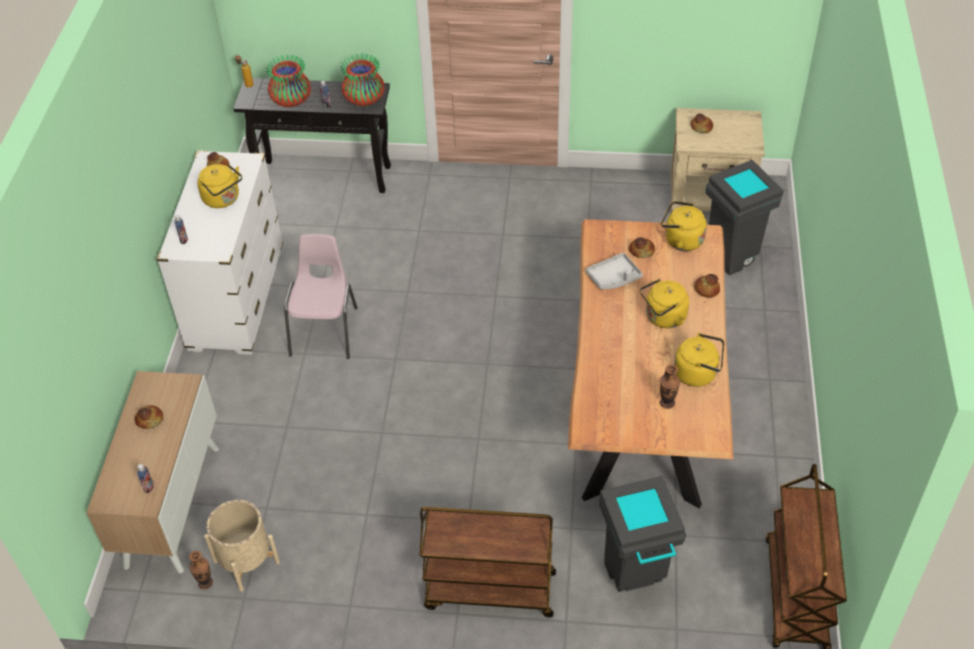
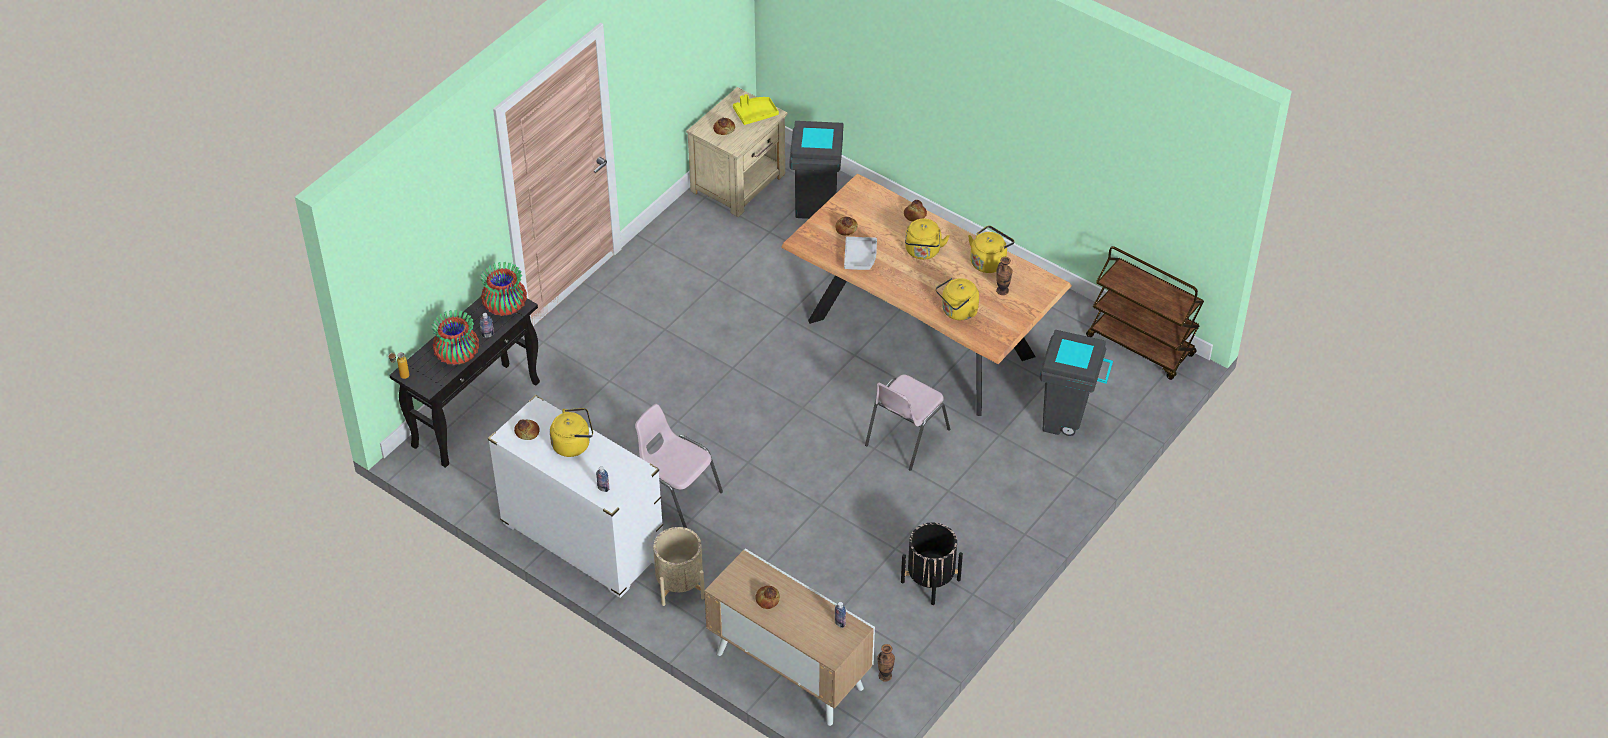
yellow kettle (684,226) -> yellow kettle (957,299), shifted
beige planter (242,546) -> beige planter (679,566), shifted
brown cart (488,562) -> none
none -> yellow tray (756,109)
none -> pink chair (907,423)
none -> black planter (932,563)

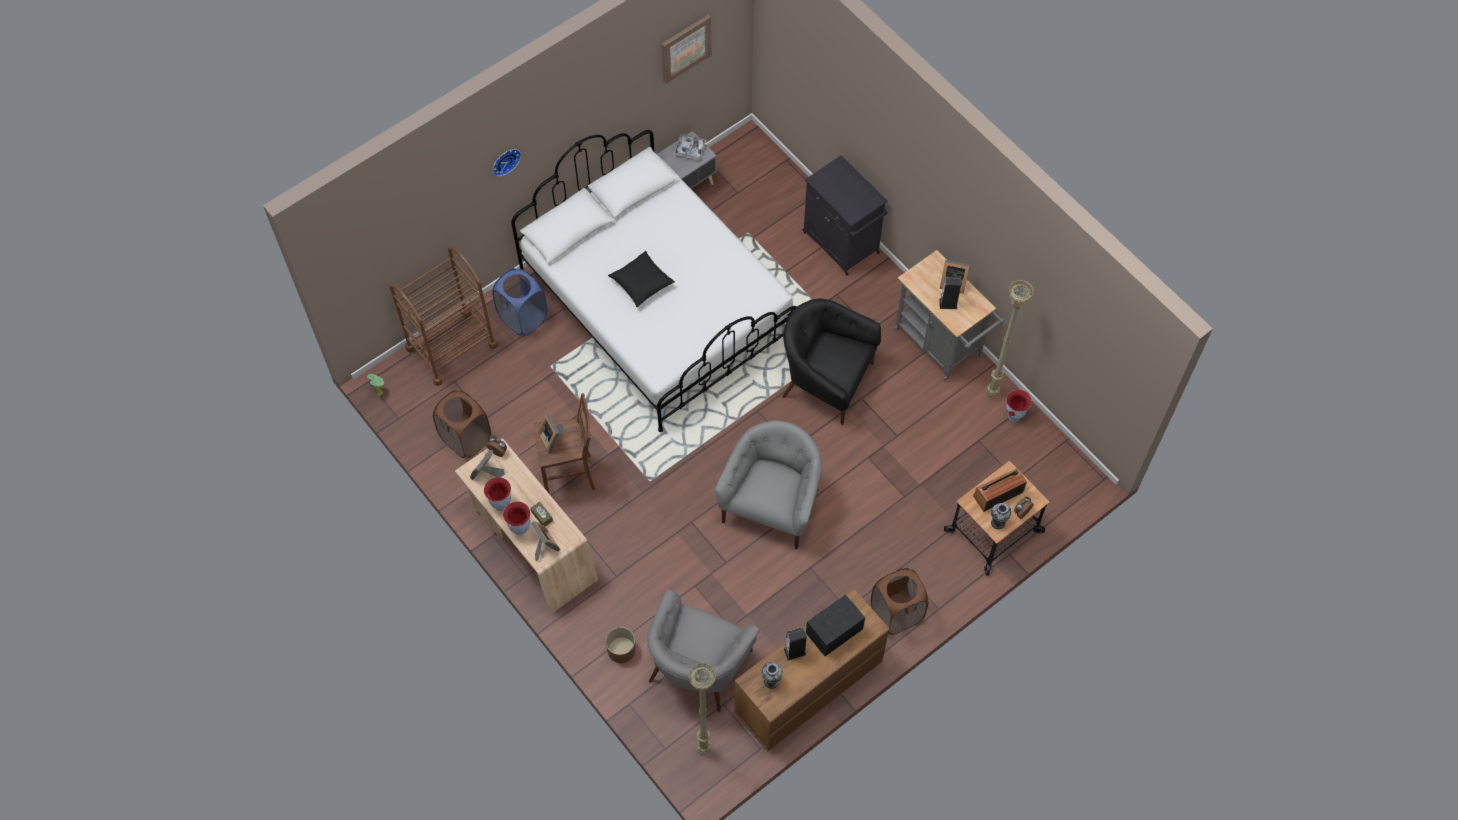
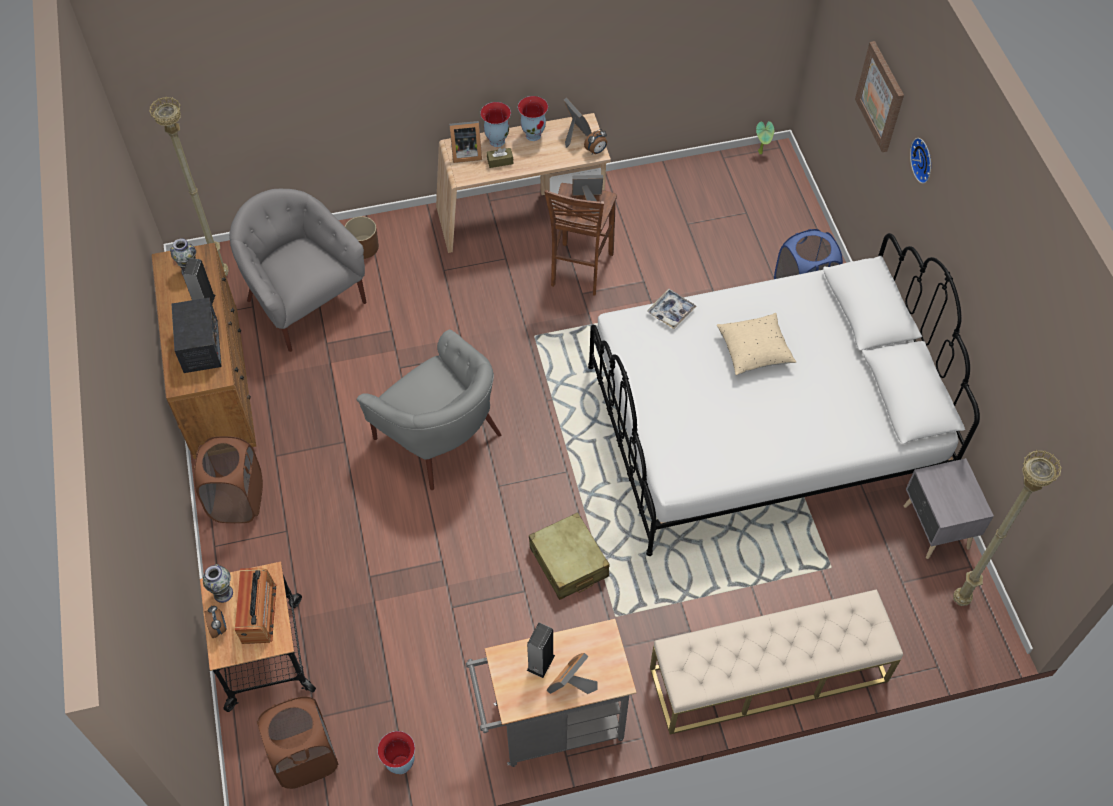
picture (686,49) -> picture (879,96), shifted
tray (690,147) -> tray (672,309), shifted
black cabinet (845,215) -> beige bench (776,662)
brown cart (443,316) -> none
black pillow (641,278) -> beige pillow (756,344)
beige floor lamp (1010,337) -> beige floor lamp (1007,528), shifted
black armchair (831,361) -> beige suitcase (569,556)
brown laundry basket (462,424) -> brown laundry basket (298,742), shifted

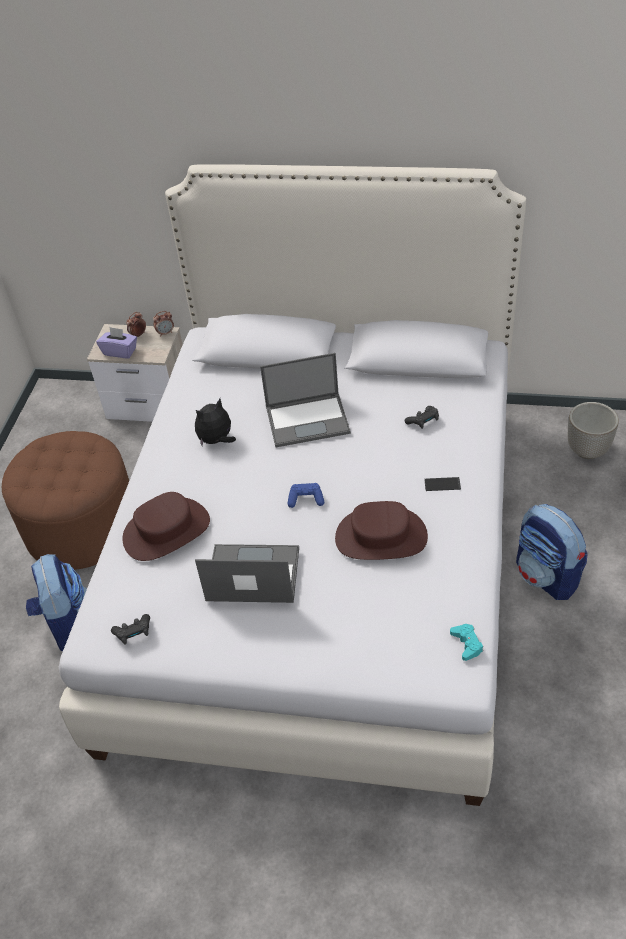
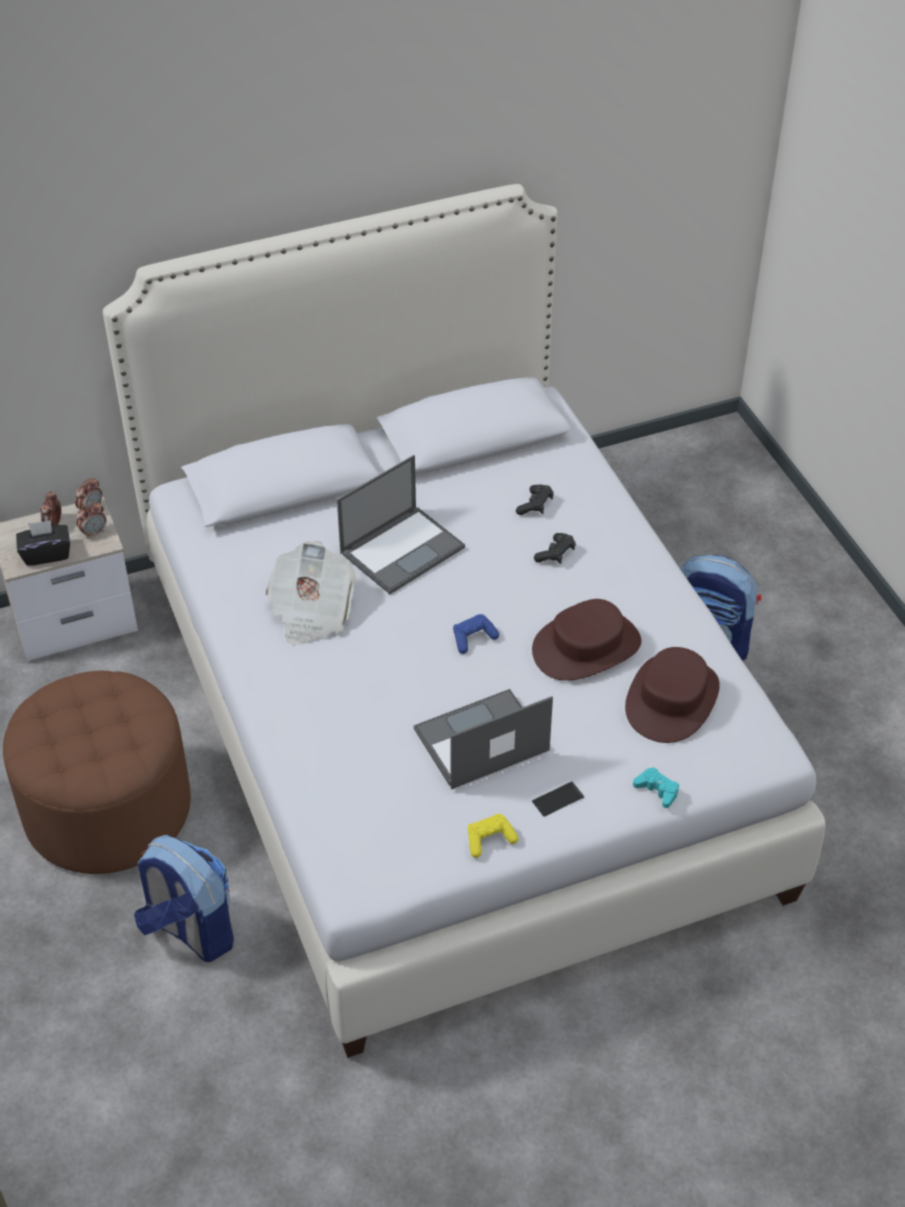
purple tissue box (116,343) -> black tissue box (43,543)
plush toy (215,422) -> newspaper (311,593)
planter (593,430) -> none
phone (442,484) -> phone (558,799), shifted
brown hat (166,526) -> brown hat (672,695), shifted
black game controller (130,629) -> black game controller (555,548), shifted
turquoise game controller (466,642) -> turquoise game controller (656,787), shifted
none -> alarm clock (91,520)
none -> yellow game controller (493,836)

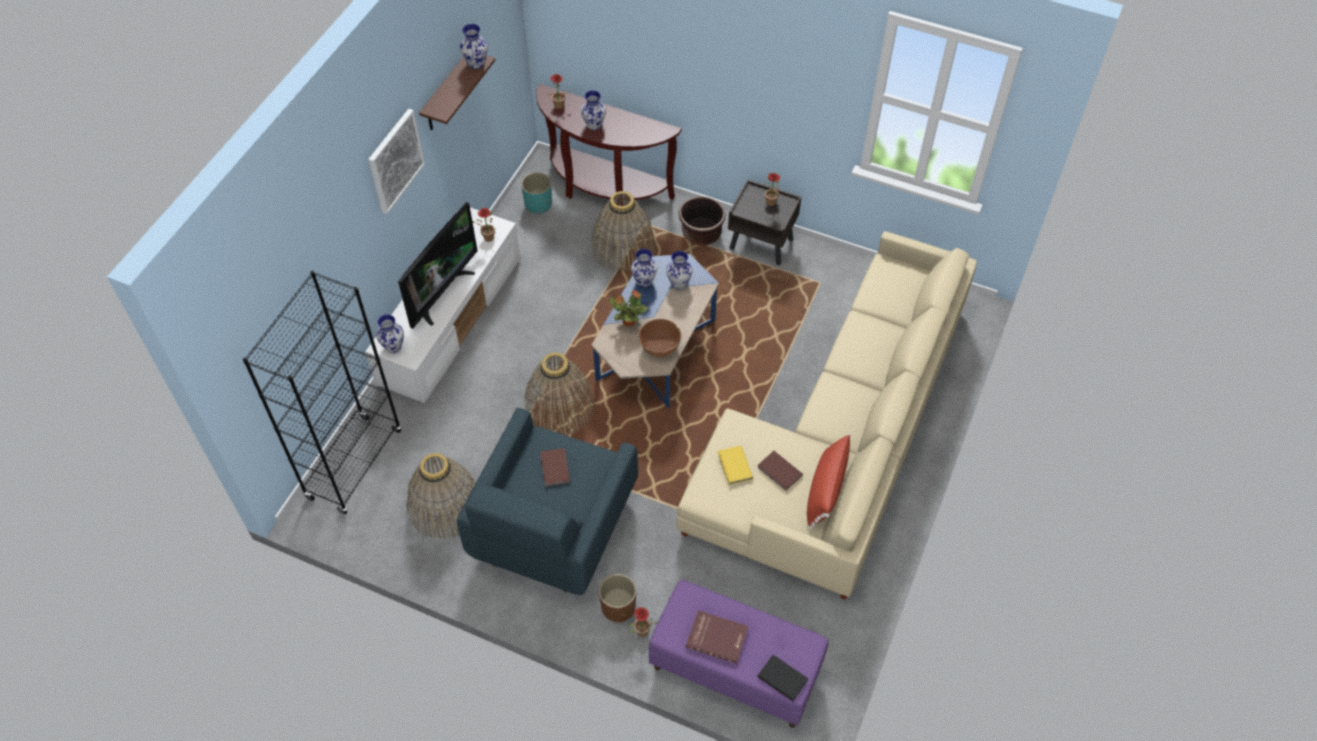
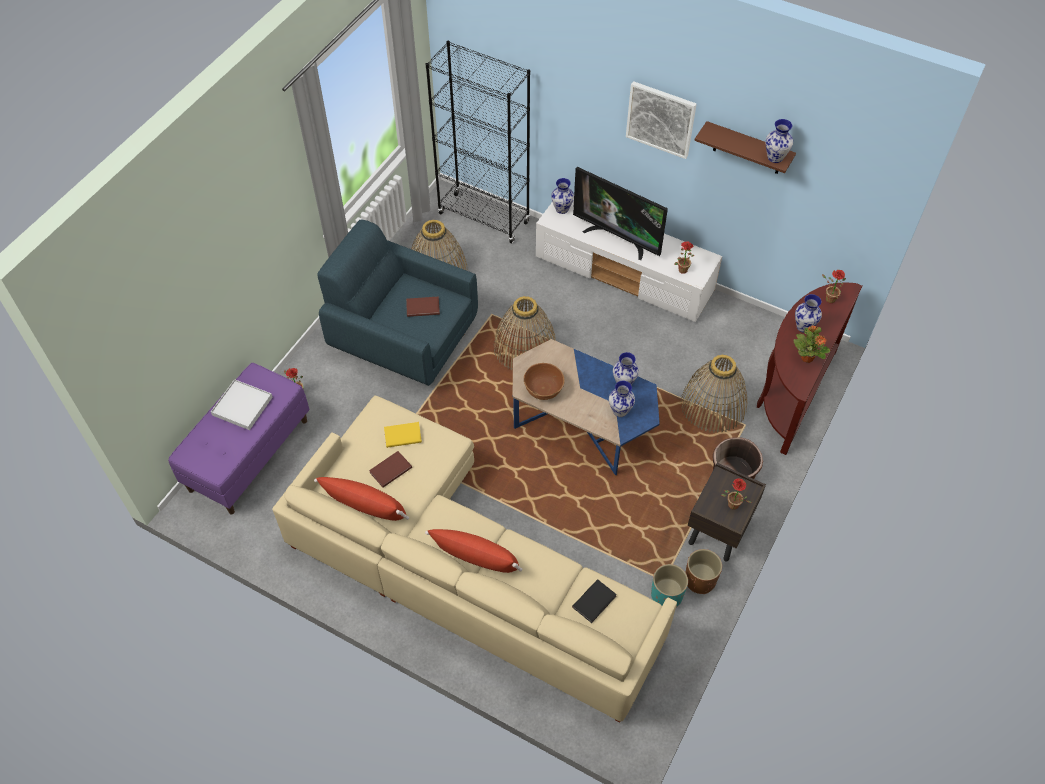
turquoise planter (536,193) -> turquoise planter (669,585), shifted
potted plant (629,308) -> potted plant (812,344), shifted
brown planter (617,598) -> brown planter (703,571), shifted
red book (717,637) -> white tray (242,404)
black book (782,678) -> black book (594,601), shifted
none -> red pillow (473,551)

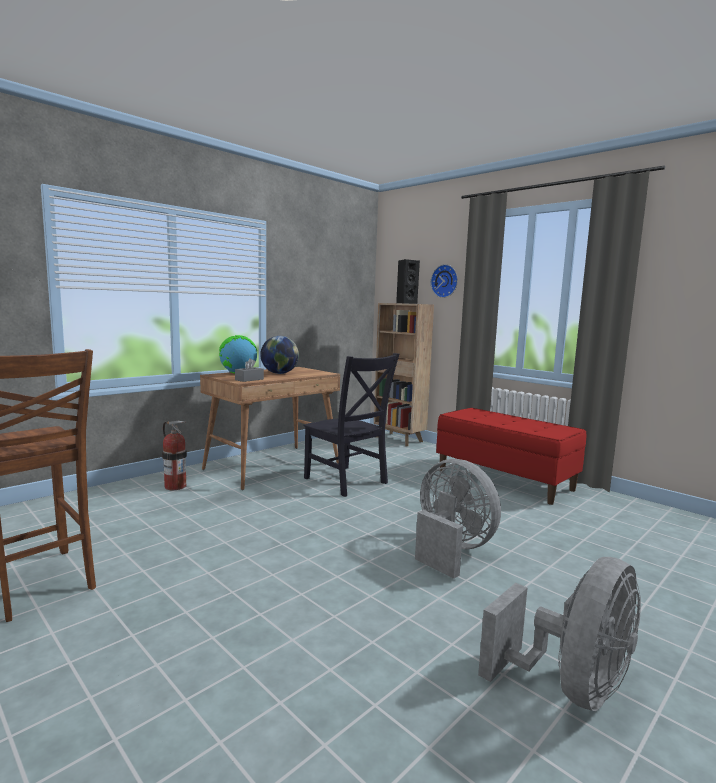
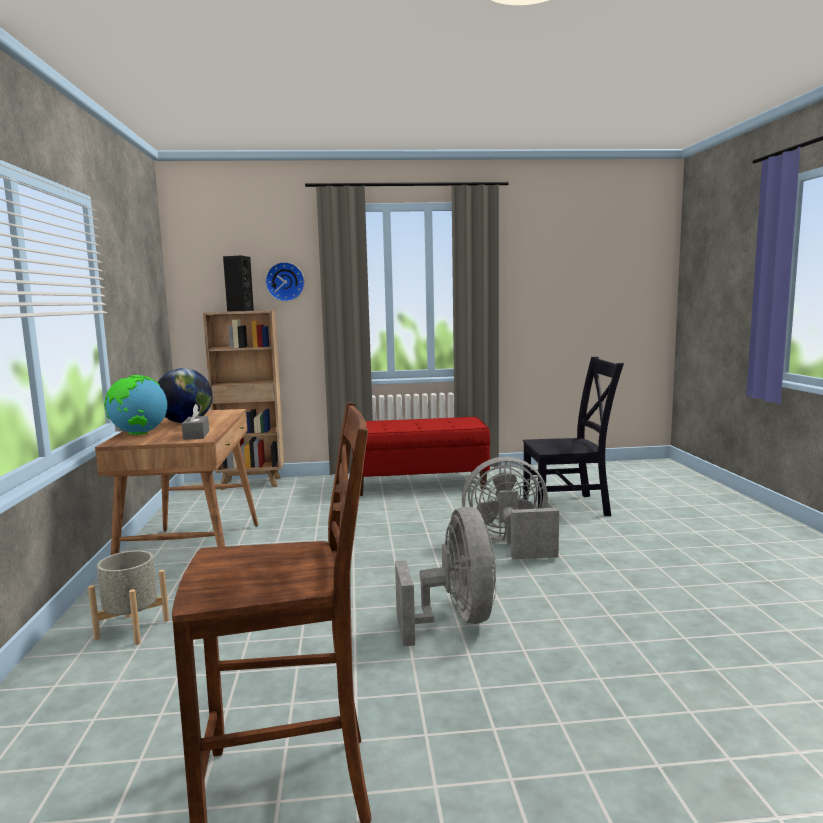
black chair (351,425) -> black chair (573,436), shifted
fire extinguisher (174,455) -> grey planter (128,597)
grey fan (559,634) -> grey fan (445,576), shifted

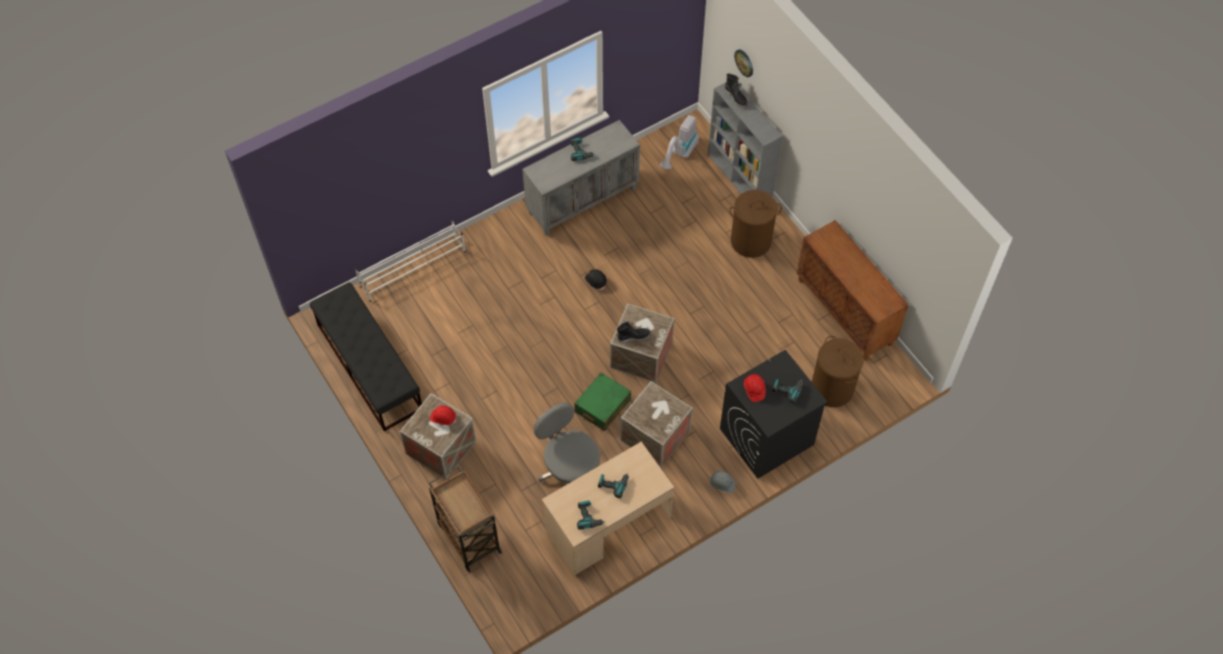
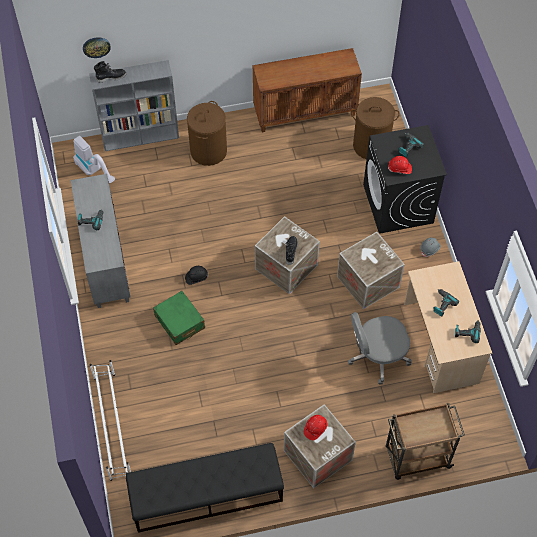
green suitcase (602,402) -> green suitcase (179,318), shifted

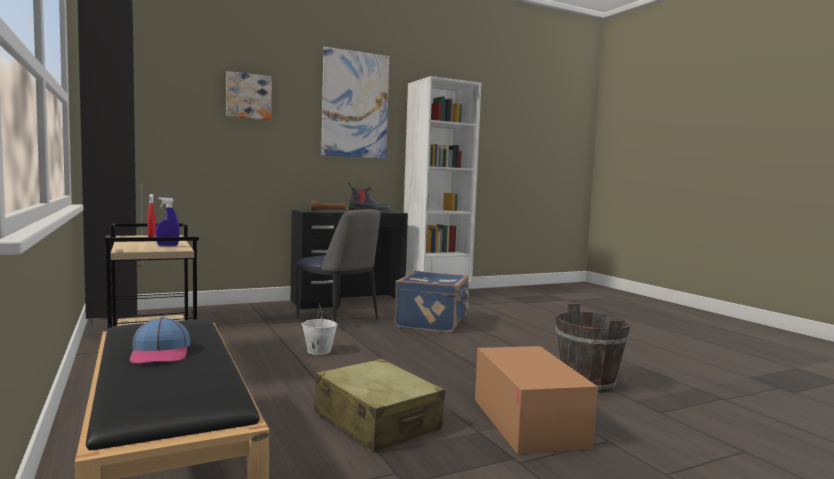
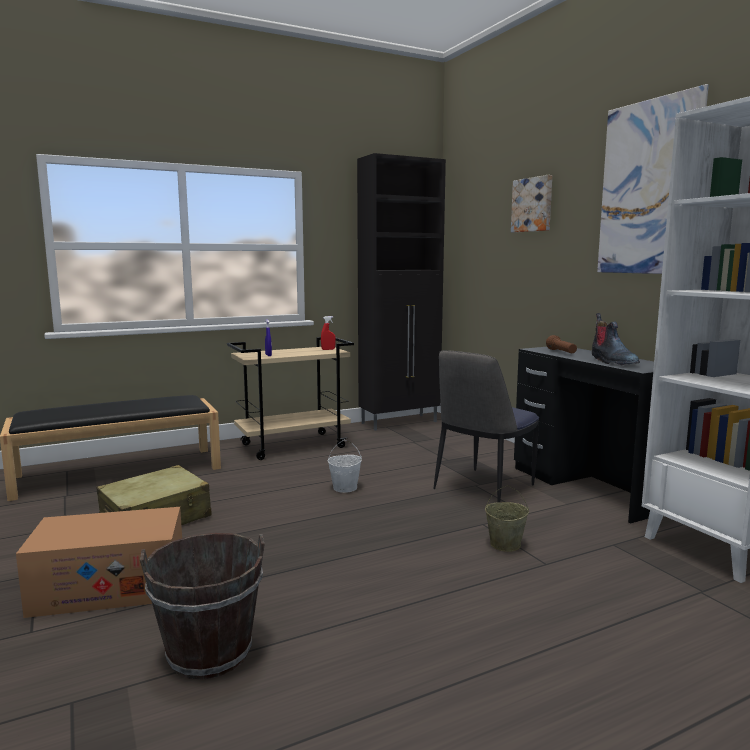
blue suitcase (432,302) -> beige bucket (507,518)
cap (160,340) -> none

